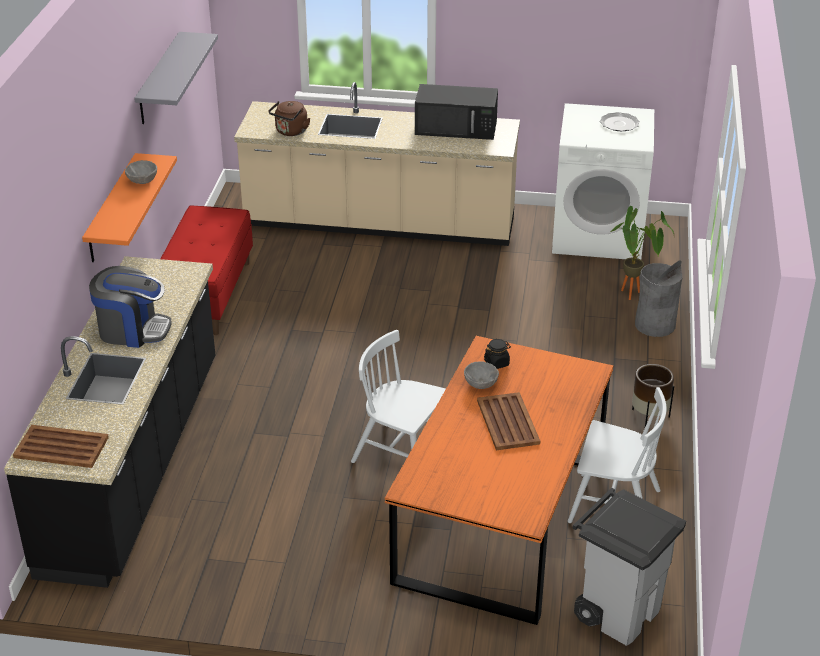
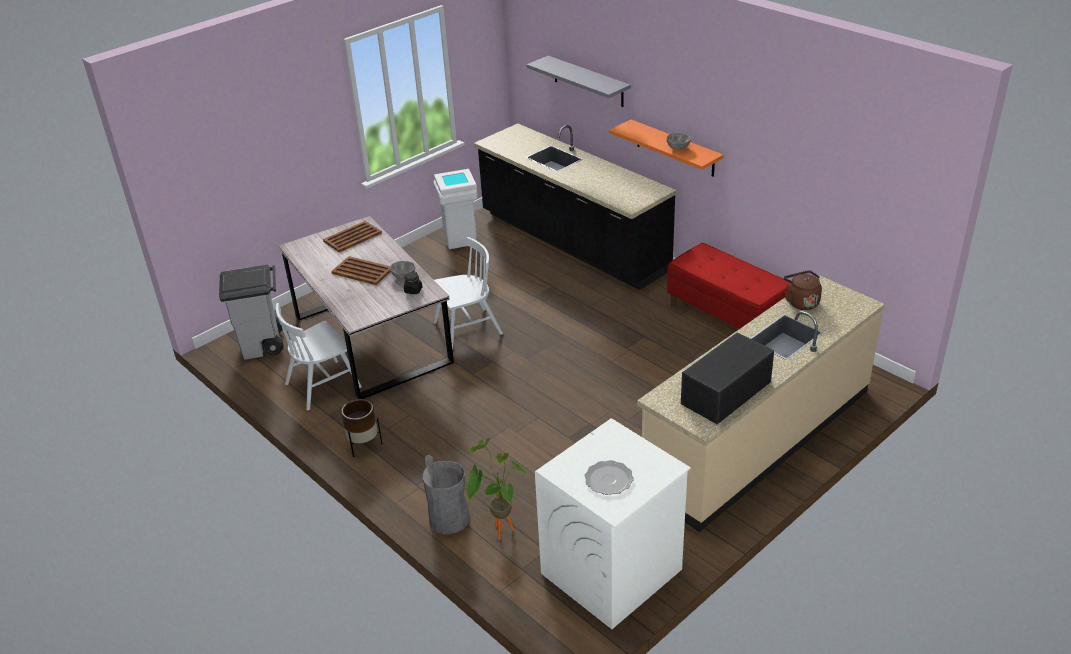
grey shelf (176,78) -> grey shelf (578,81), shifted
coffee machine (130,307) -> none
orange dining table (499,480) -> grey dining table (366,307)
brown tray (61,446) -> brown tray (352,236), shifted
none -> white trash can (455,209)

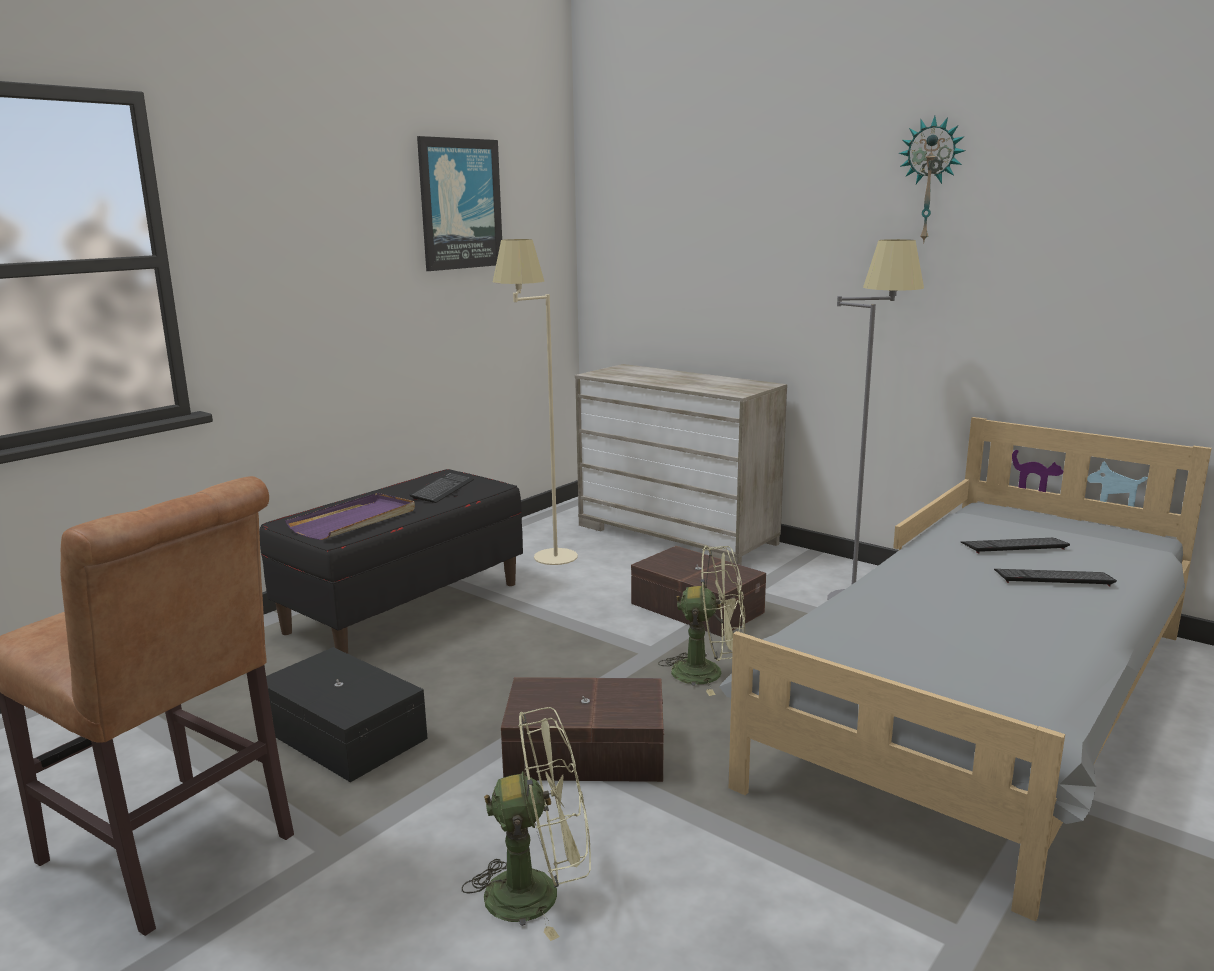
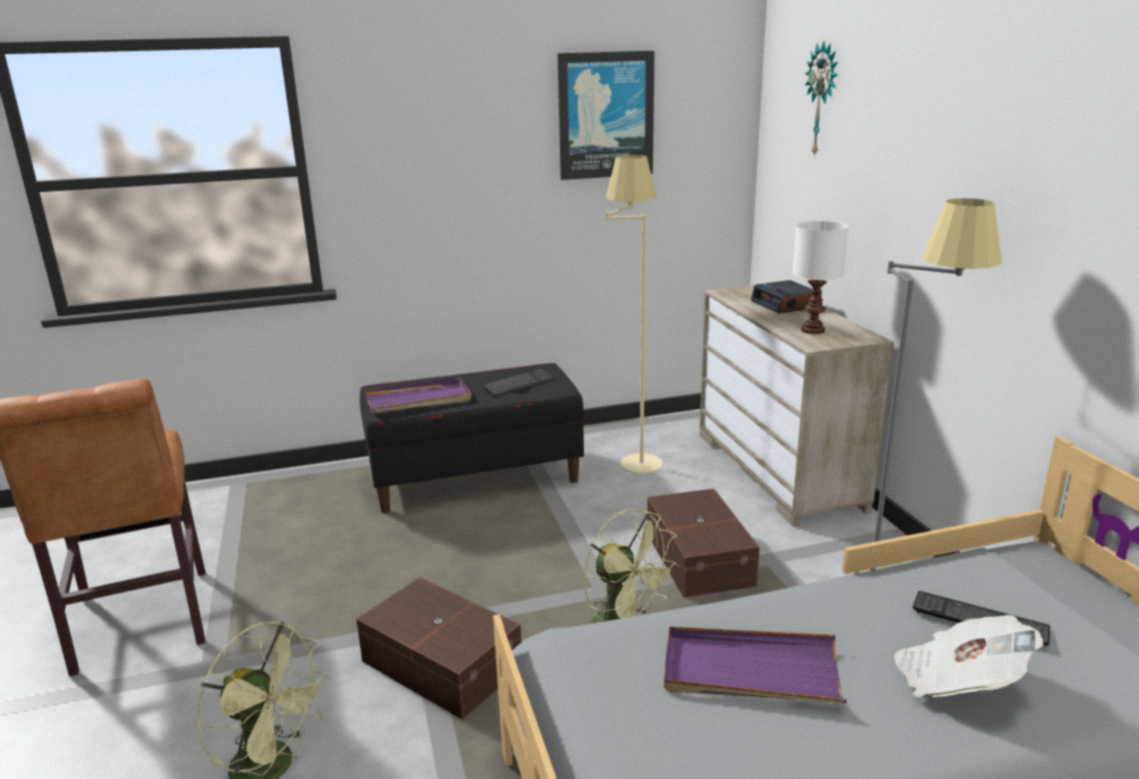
wall clock (932,180) -> wall clock (821,98), shifted
keyboard (1055,577) -> newspaper (968,656)
black storage box (347,714) -> none
none -> white table lamp (821,277)
none -> alarm clock (786,297)
none -> purple tray (755,665)

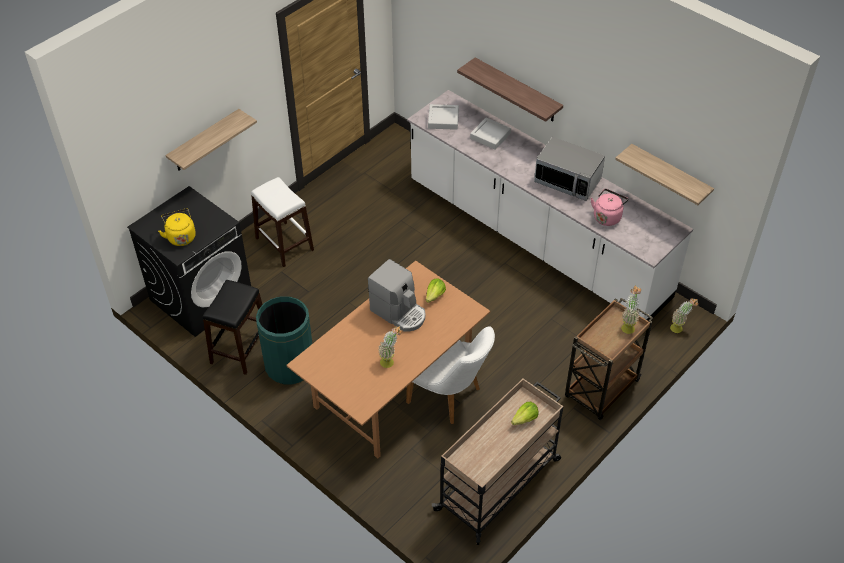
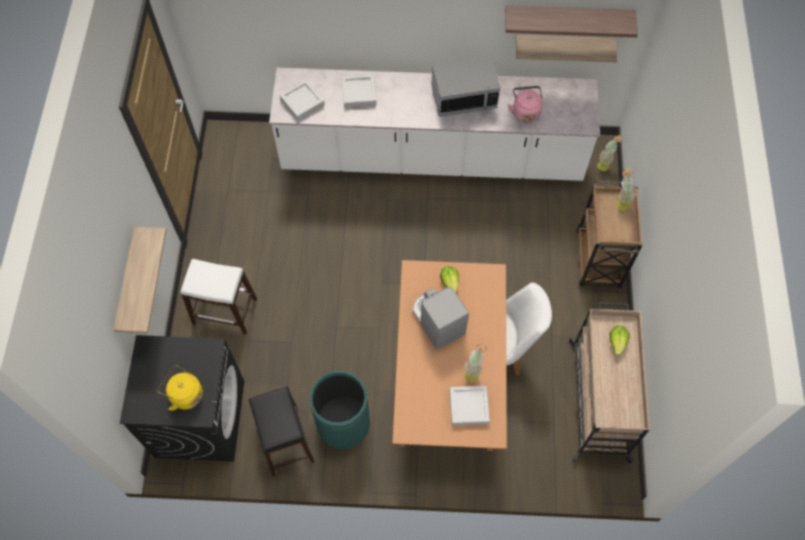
shelf (510,90) -> shelf (571,21), shifted
coffee machine (397,295) -> coffee machine (440,318), 120 degrees counterclockwise
none -> grey tray (469,405)

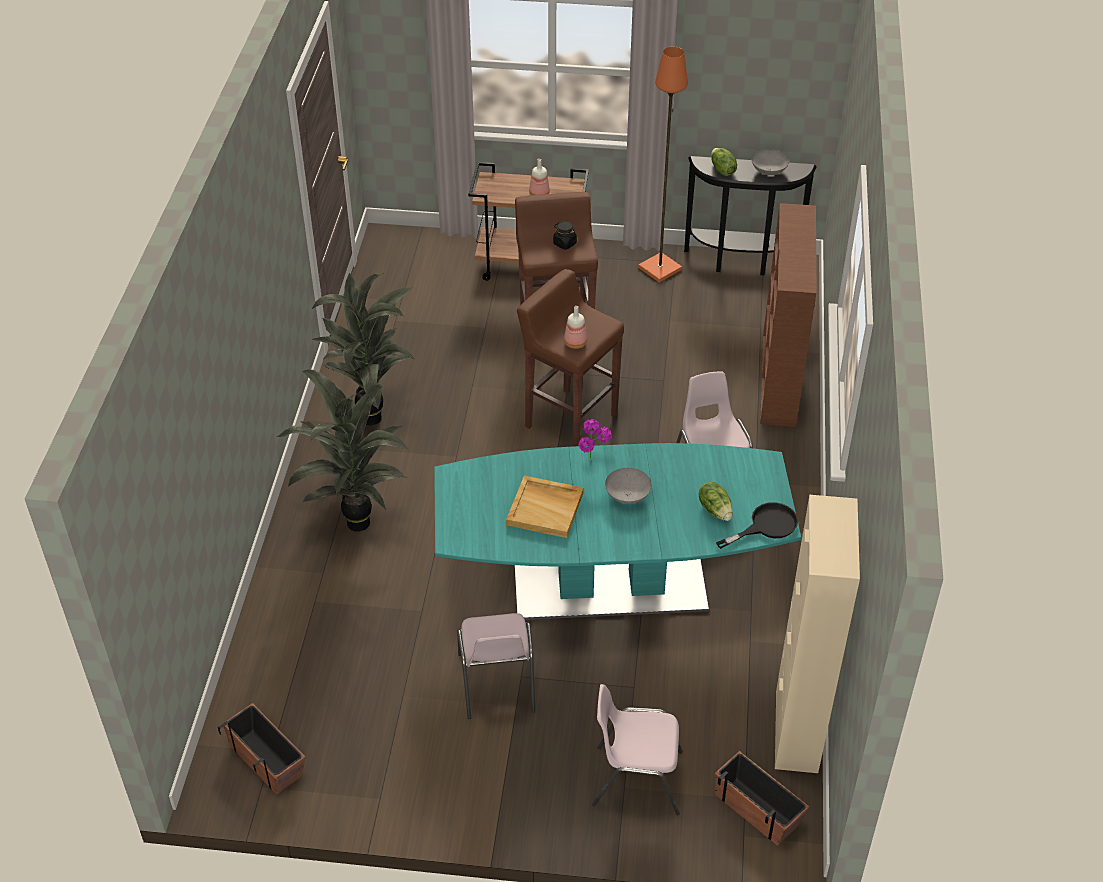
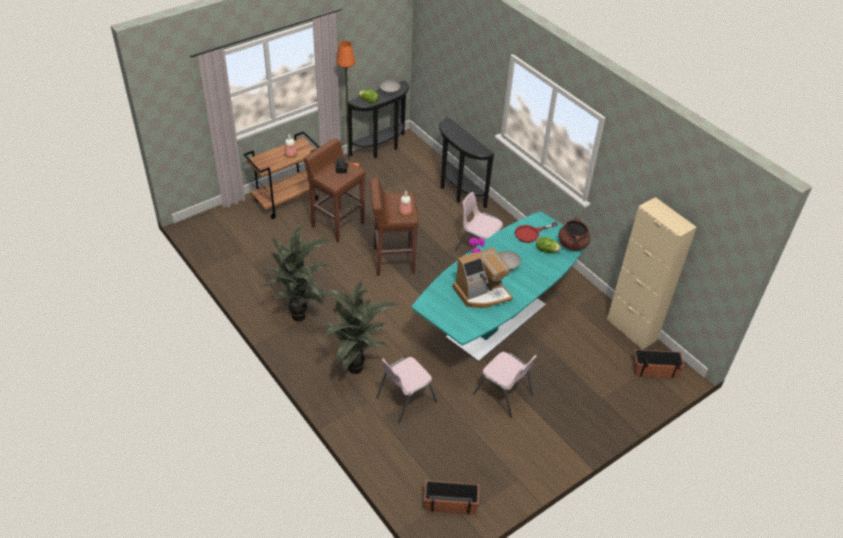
brown bookcase (788,315) -> black console table (466,162)
beige tray (544,507) -> coffee machine (483,277)
black frying pan (757,525) -> brown cooking pot (574,234)
pink chair (637,750) -> pink chair (406,390), shifted
none -> red frying pan (536,232)

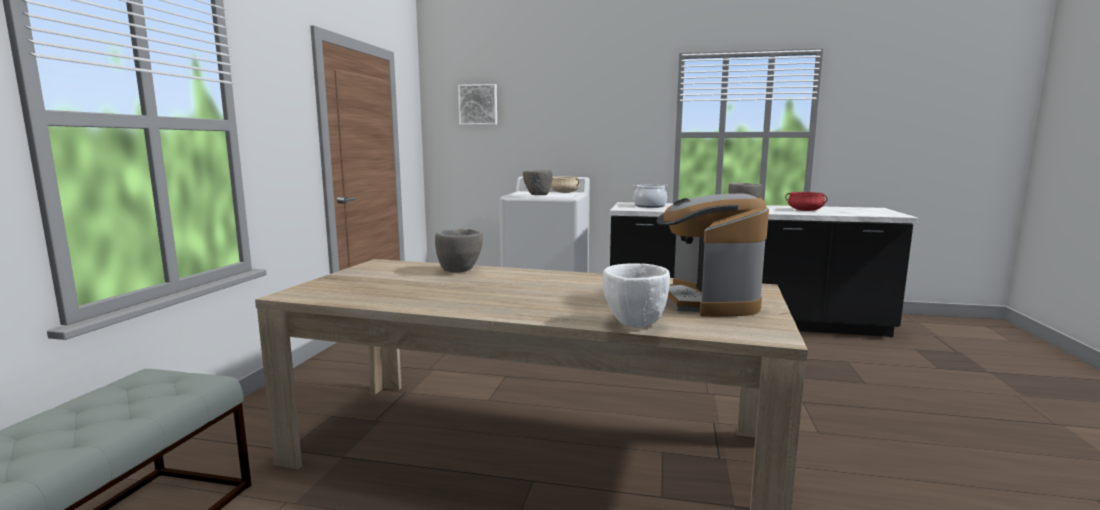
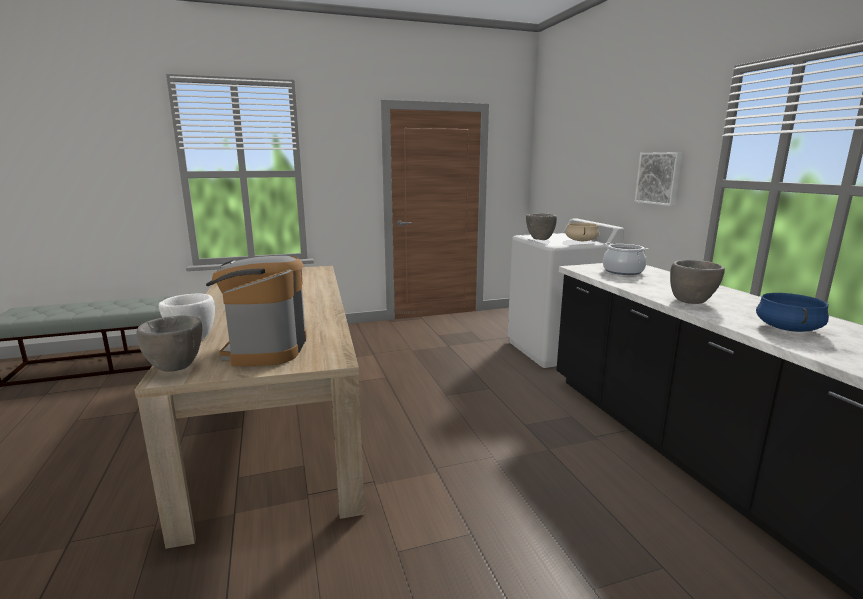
picture (477,104) -> picture (659,179), shifted
red cooking pot (806,201) -> blue cooking pot (792,312)
coffee machine (712,255) -> coffee machine (256,311), 60 degrees counterclockwise
grey bowl (459,251) -> grey bowl (169,344), shifted

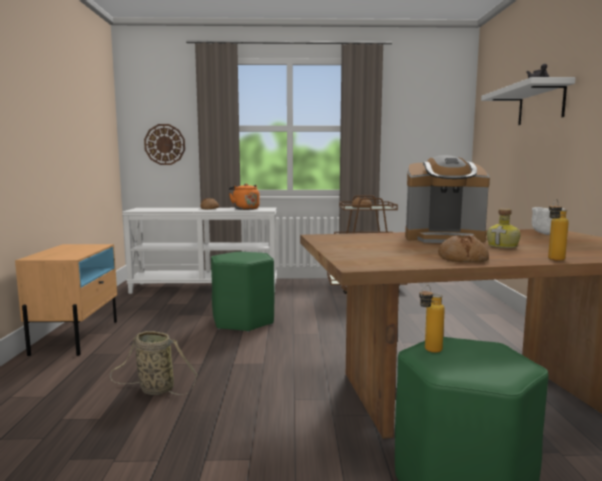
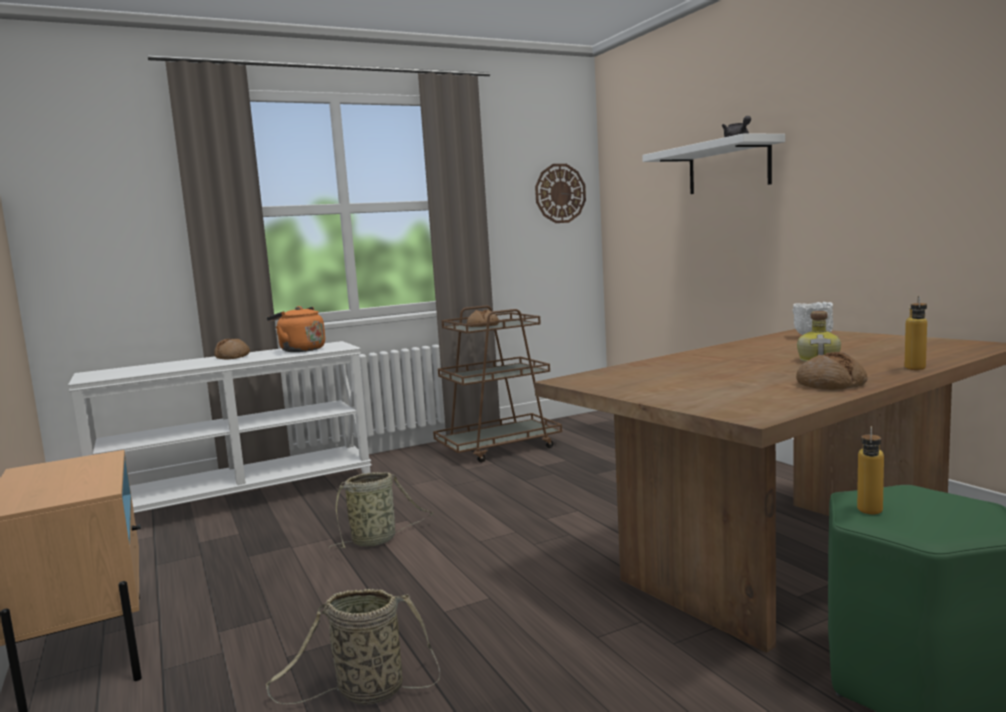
wall clock (164,144) -> wall clock (560,193), shifted
coffee machine (447,199) -> none
green stool (242,292) -> basket (380,510)

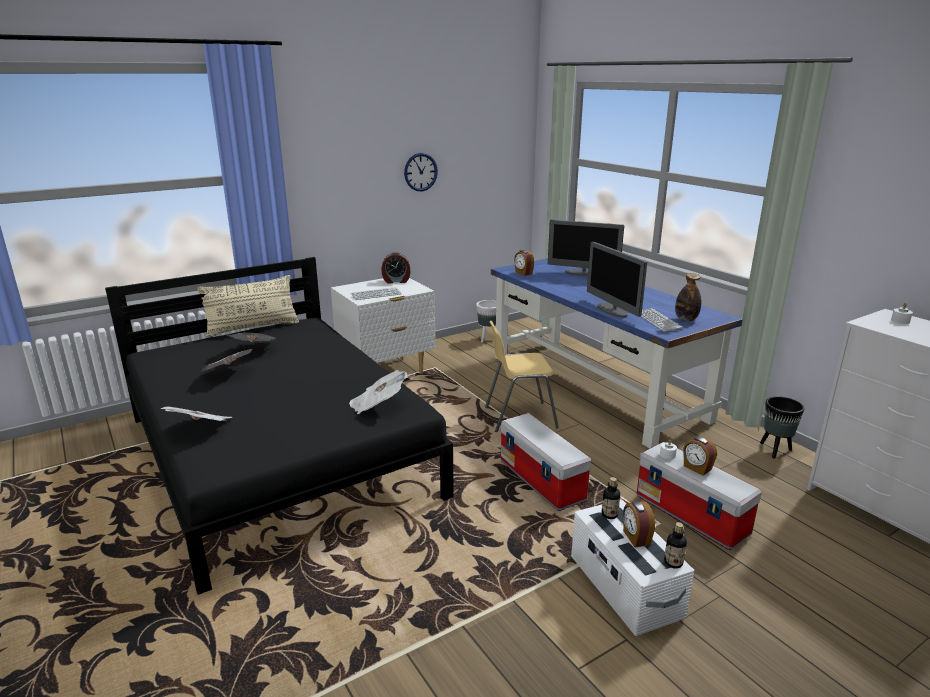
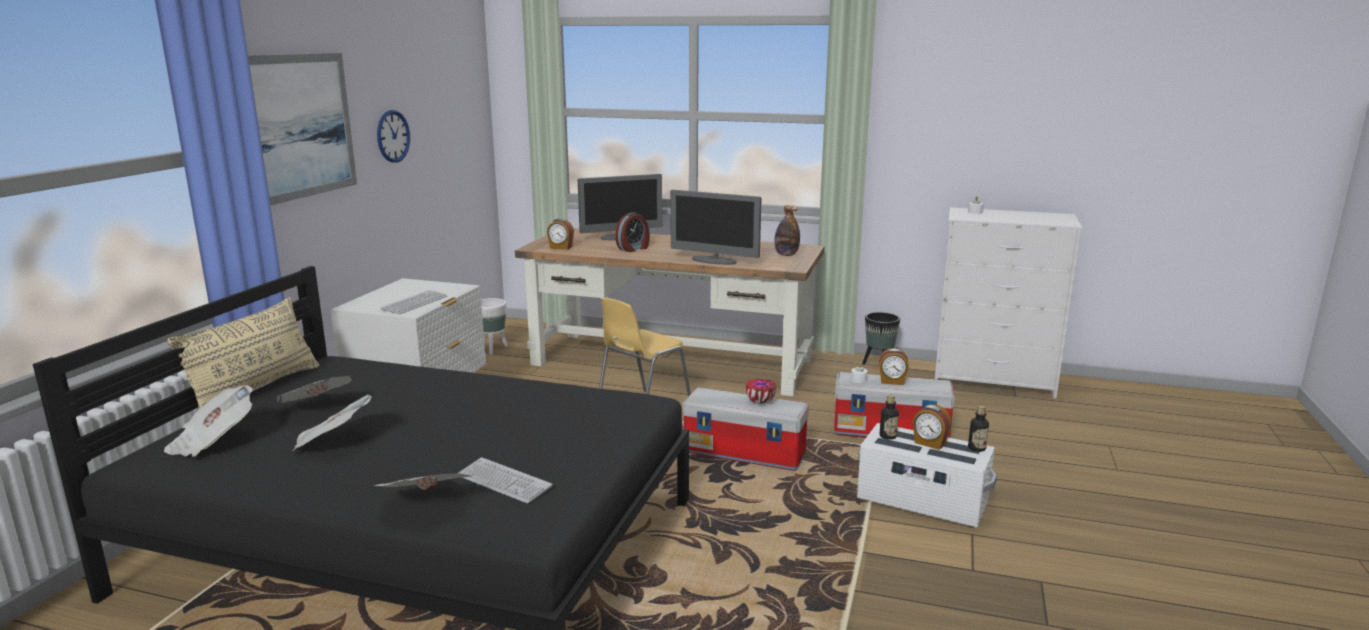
alarm clock (396,267) -> alarm clock (632,232), shifted
blue desk (617,353) -> brown desk (670,312)
keyboard (661,320) -> keyboard (505,480), shifted
newspaper (378,392) -> newspaper (208,421), shifted
none -> picture (302,129)
none -> bowl (761,391)

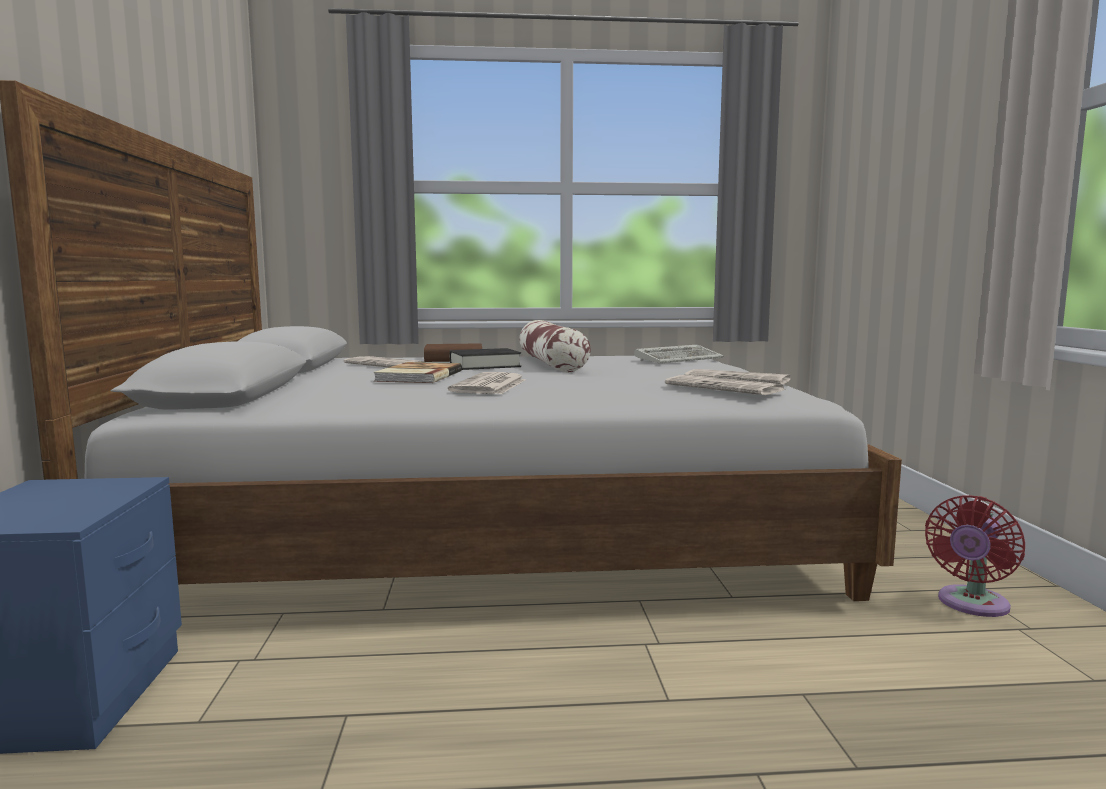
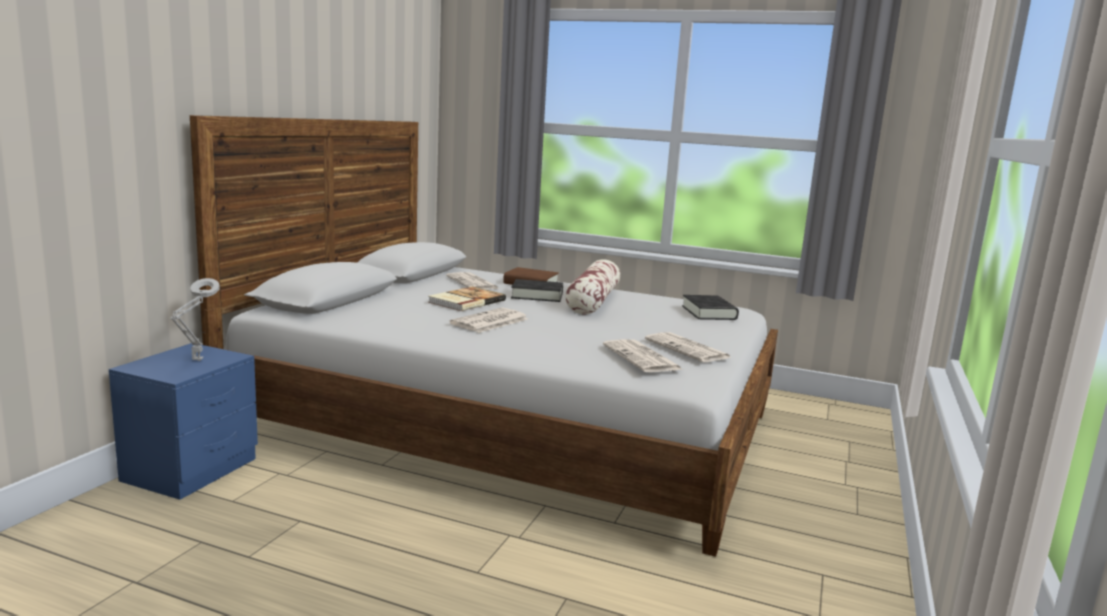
keyboard (678,354) -> black book (710,307)
red fan (975,556) -> none
none -> grey table lamp (195,319)

